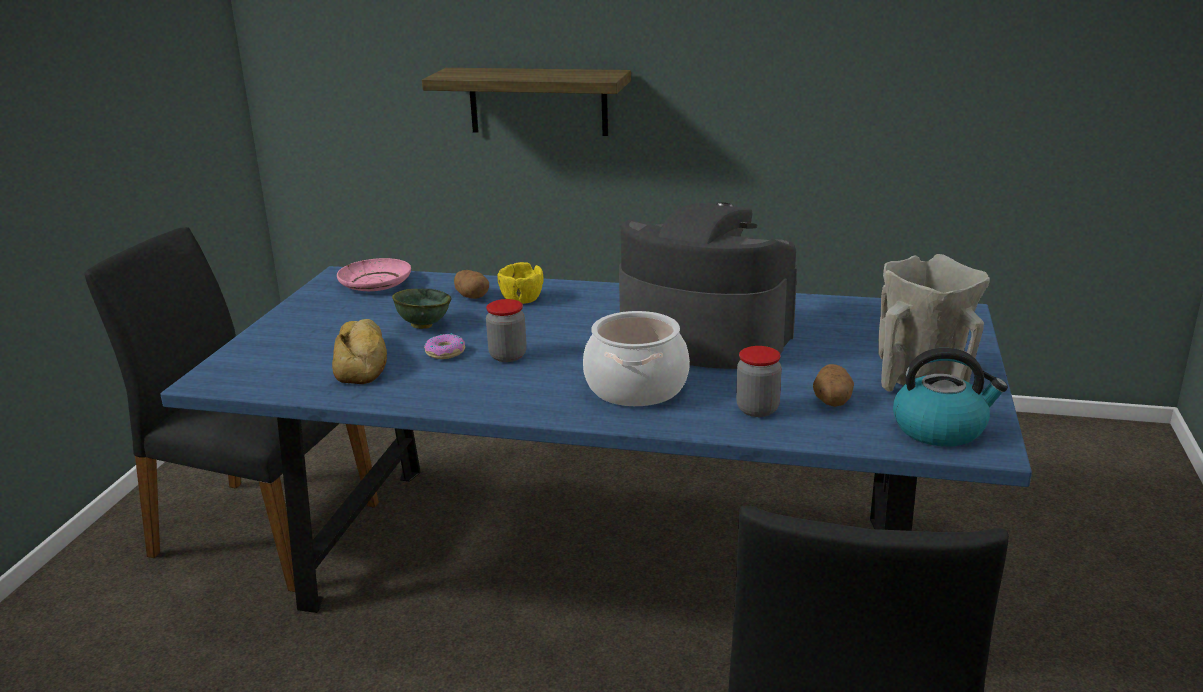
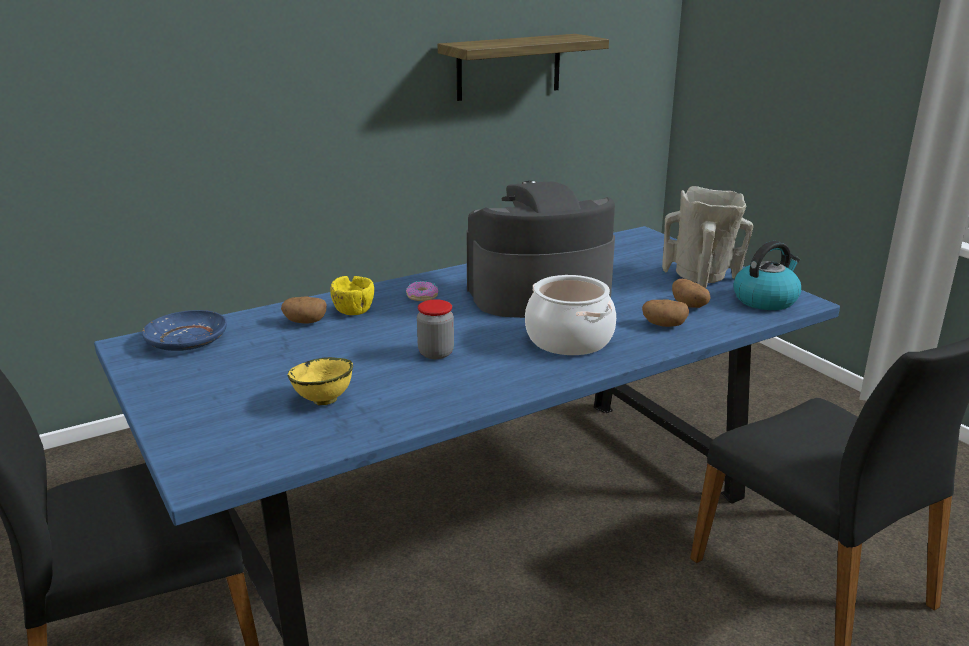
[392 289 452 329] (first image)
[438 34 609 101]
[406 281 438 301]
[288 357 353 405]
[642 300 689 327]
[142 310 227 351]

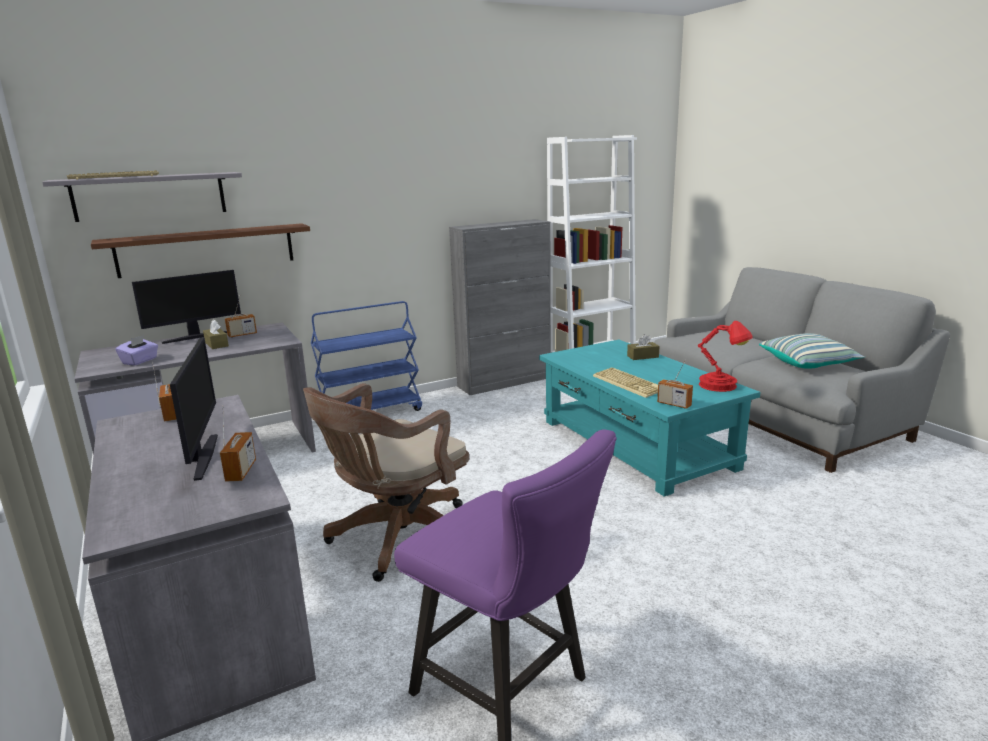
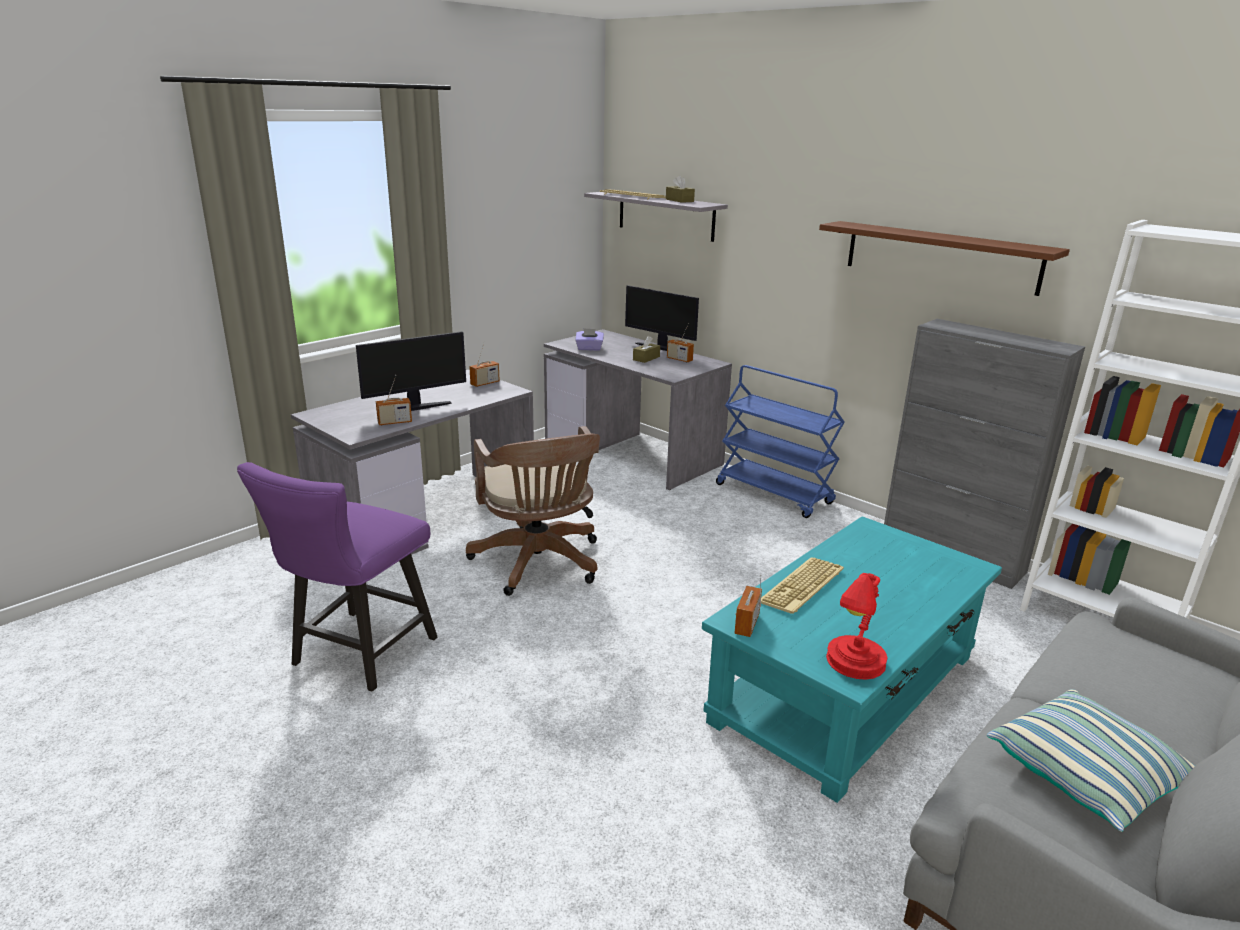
[819 221 1070 296]
[666 175 695 203]
[466 426 600 596]

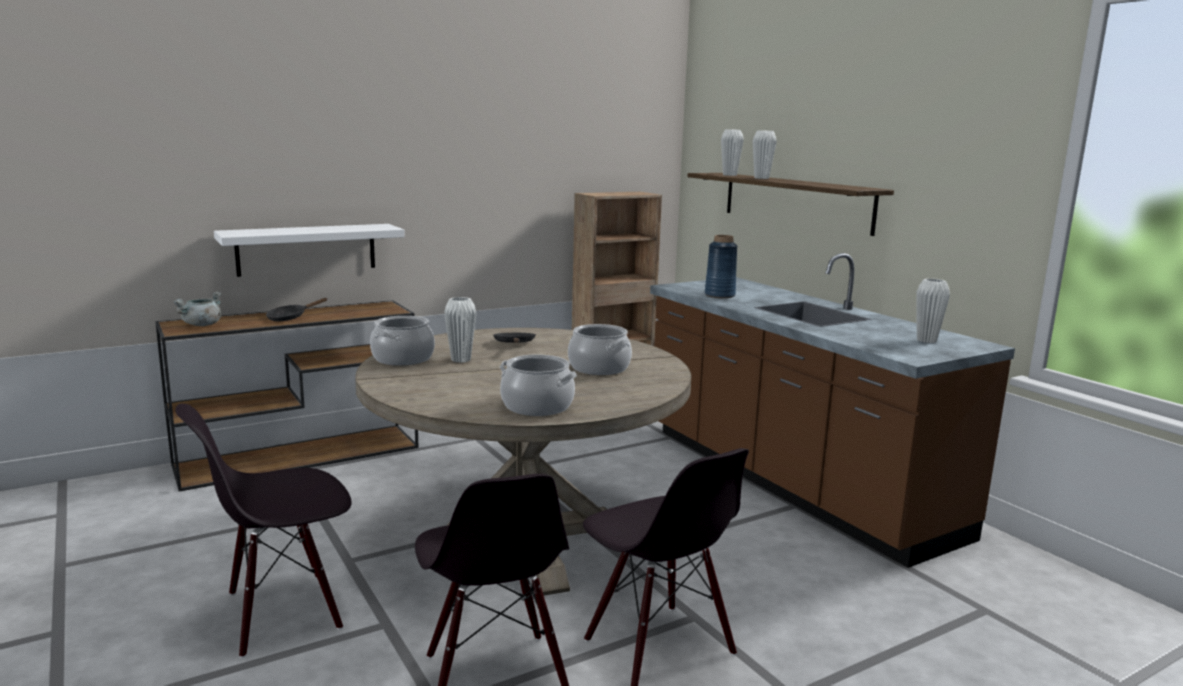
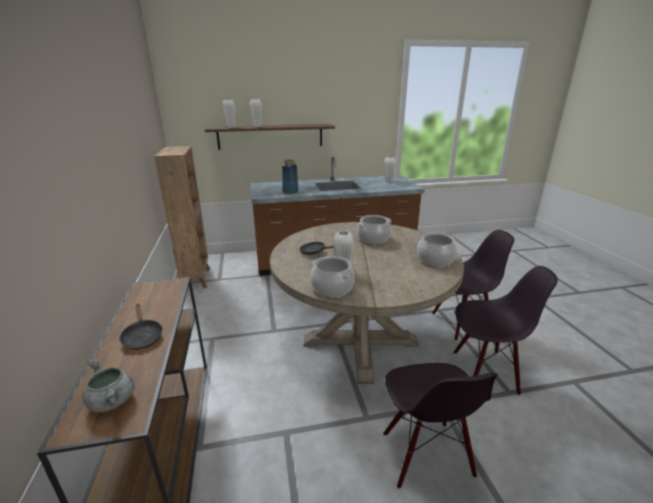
[214 224 405 277] (first image)

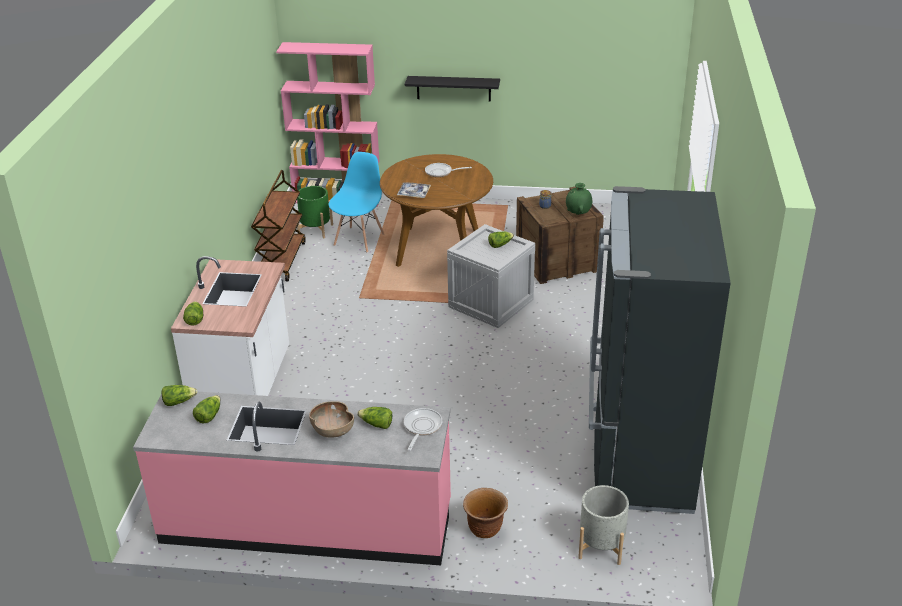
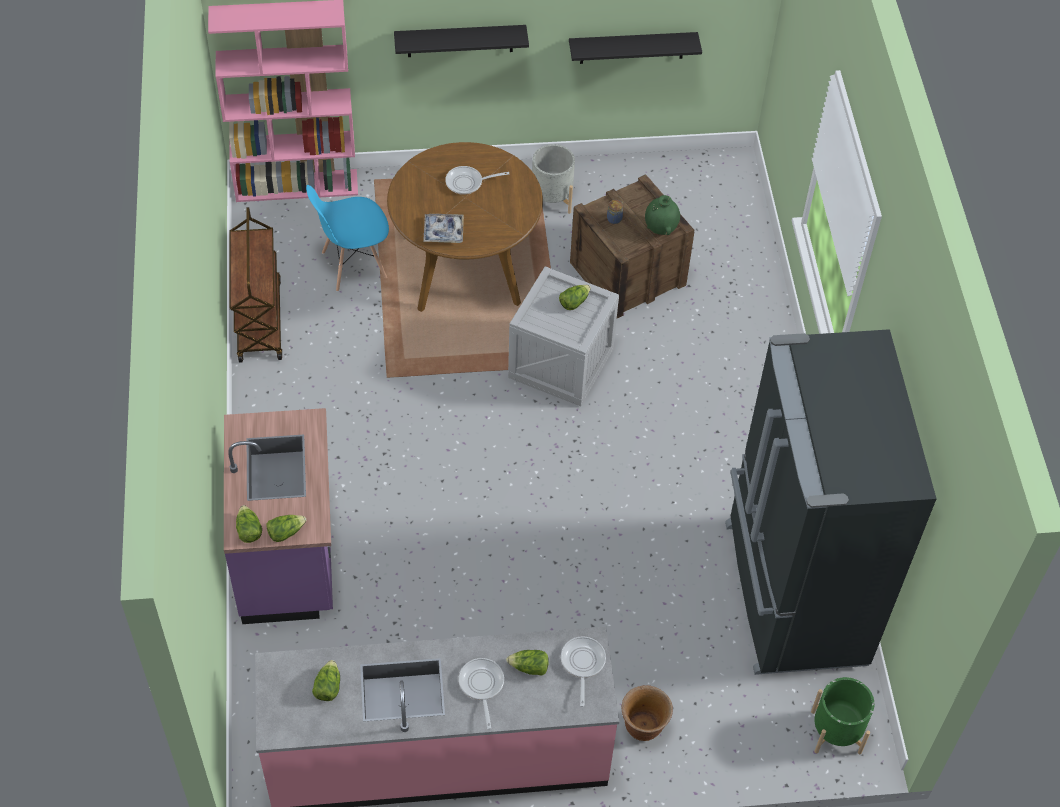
[569 32 702 64]
[266 515 306 542]
[811 677 875 754]
[532 144 575 214]
[459 658 504 729]
[224 408 333 624]
[306 185 389 292]

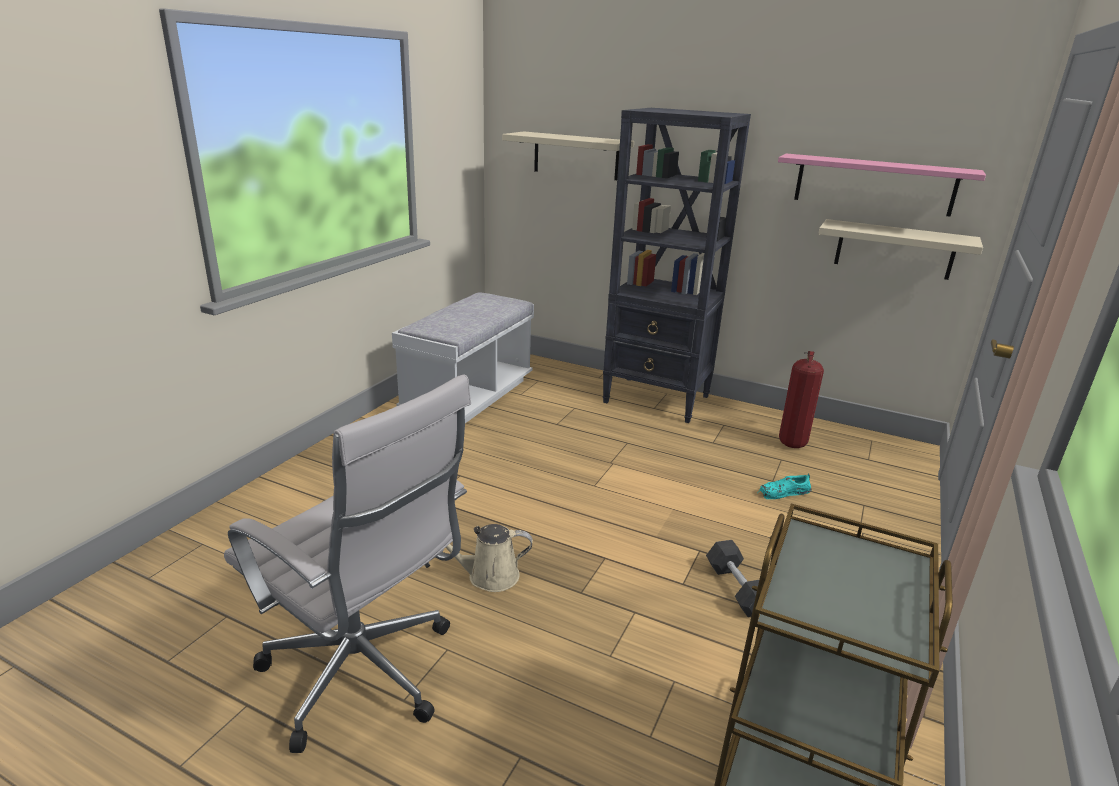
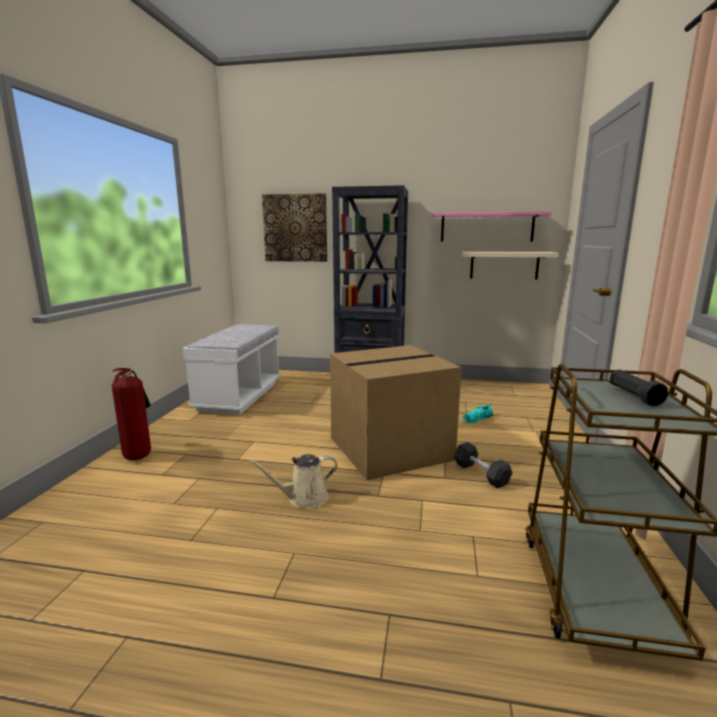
[224 374 471 753] (first image)
[330 345 462 480]
[609 370 668 407]
[112 368 151 460]
[262 193 327 262]

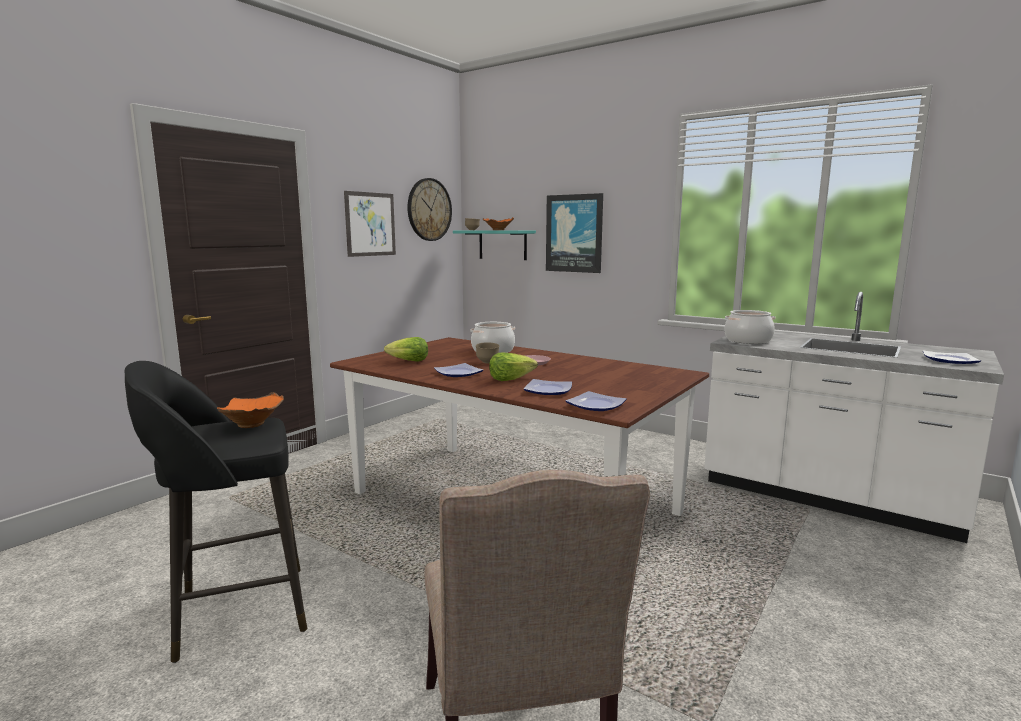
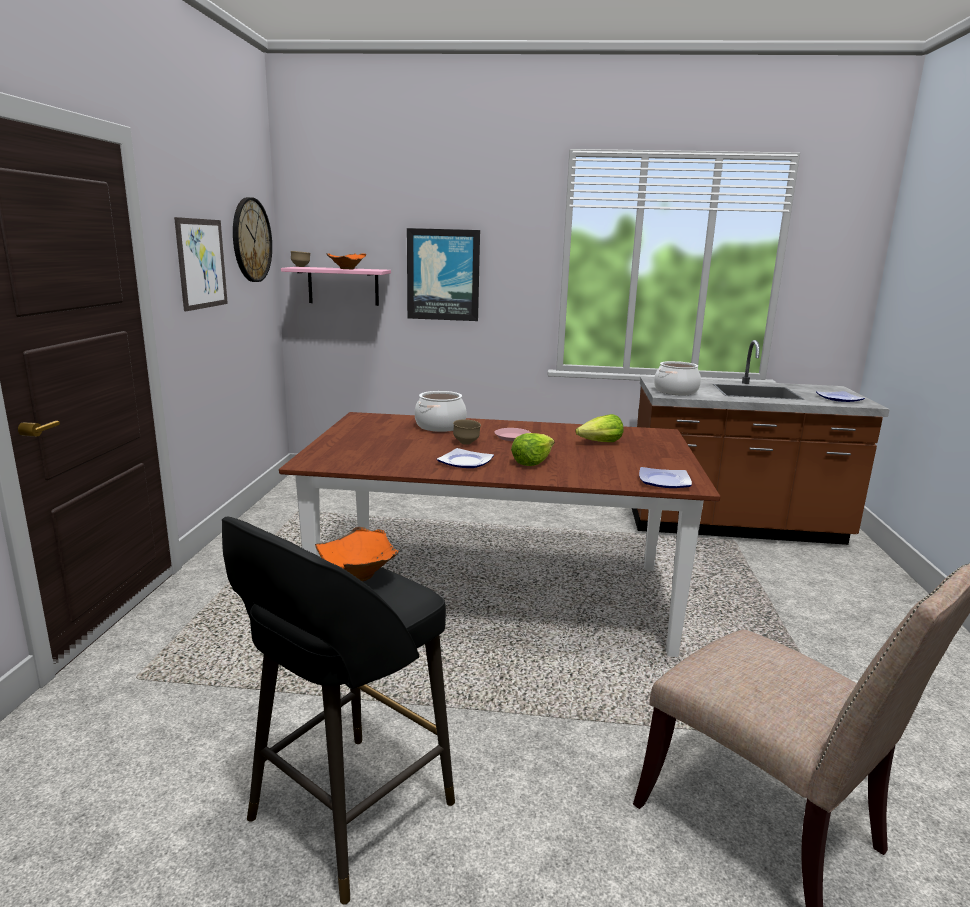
[524 379 572 395] (first image)
[576 414 623 442]
[281 267 391 306]
[632 340 890 545]

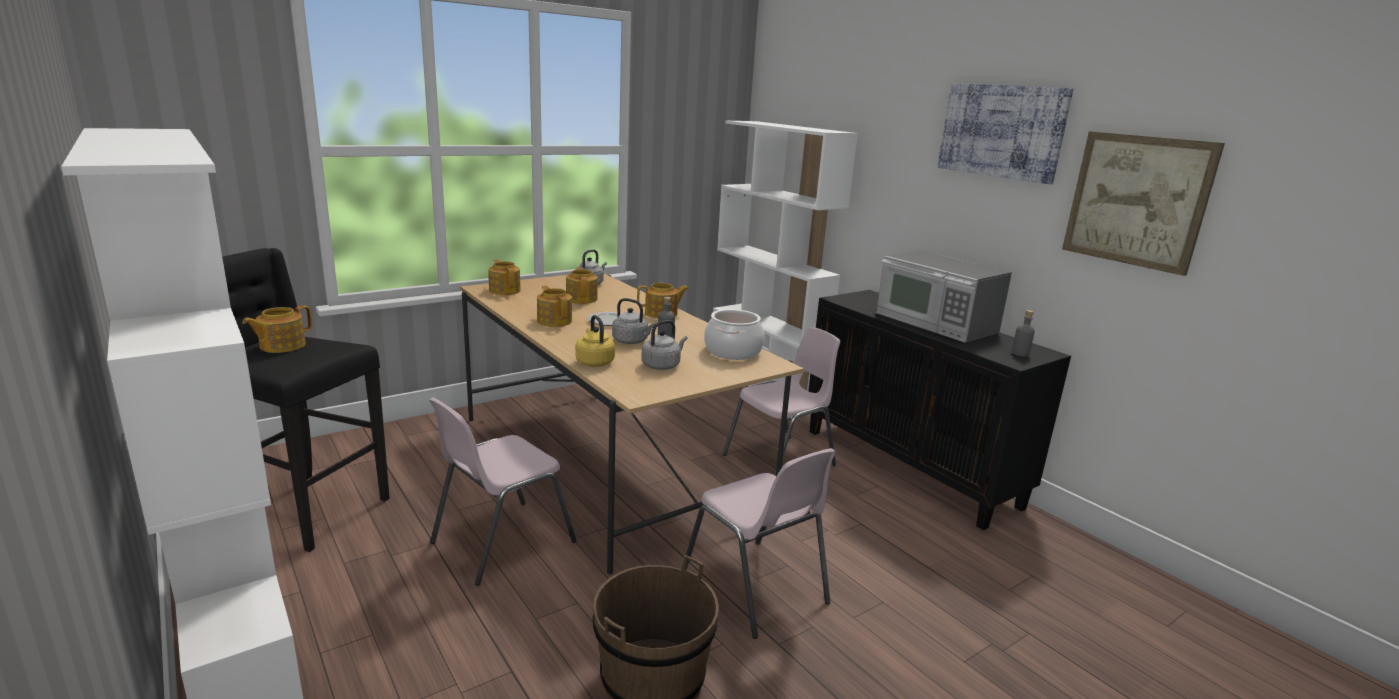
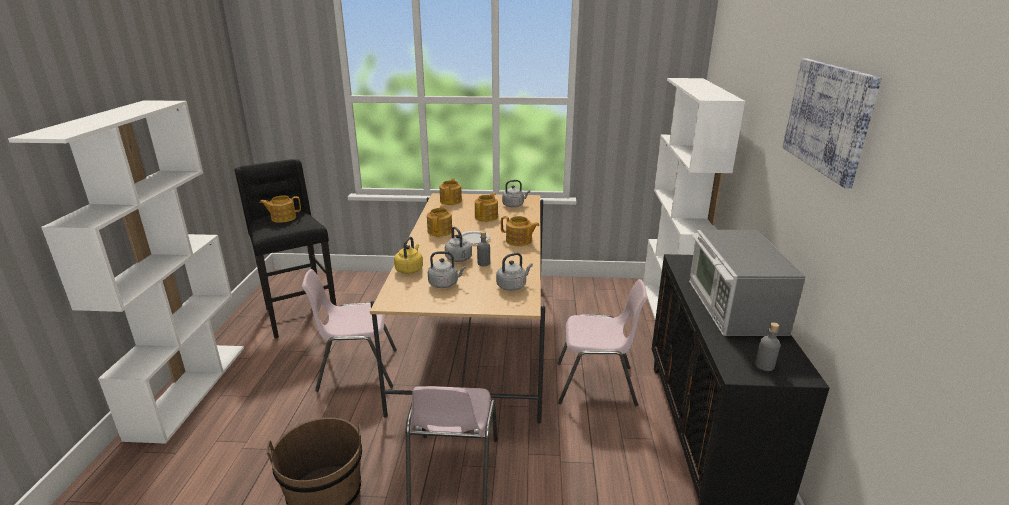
[1062 131 1225 276] (first image)
[496 253 533 291]

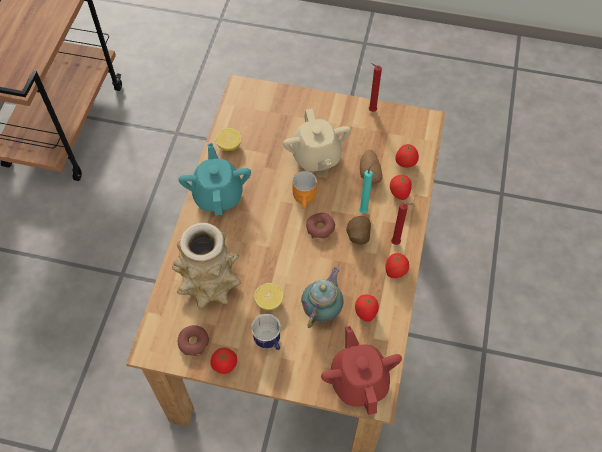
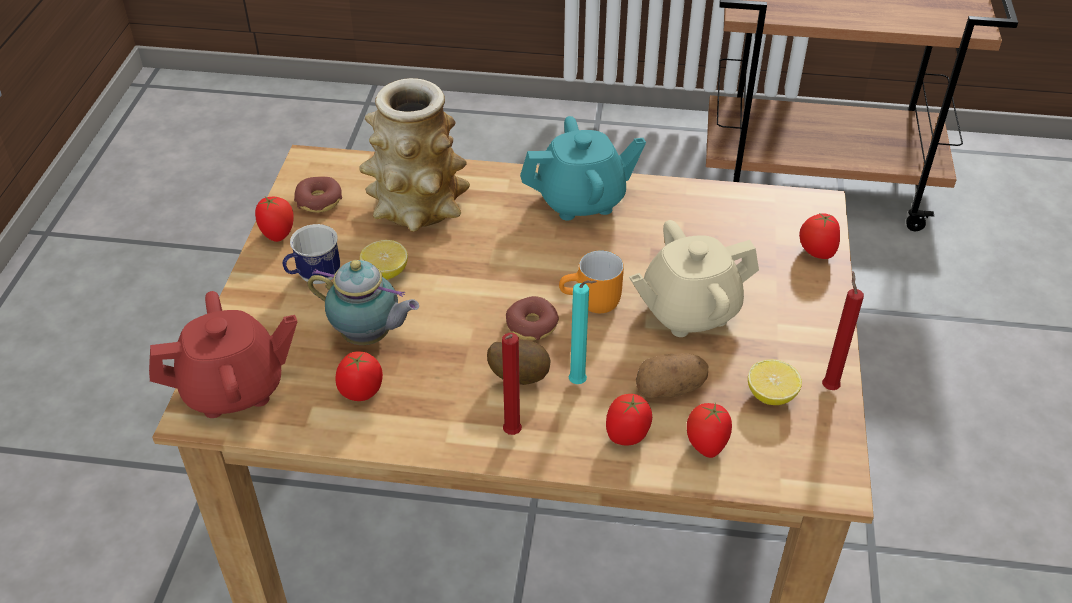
[748 359 802 405]
[799 213 840 259]

